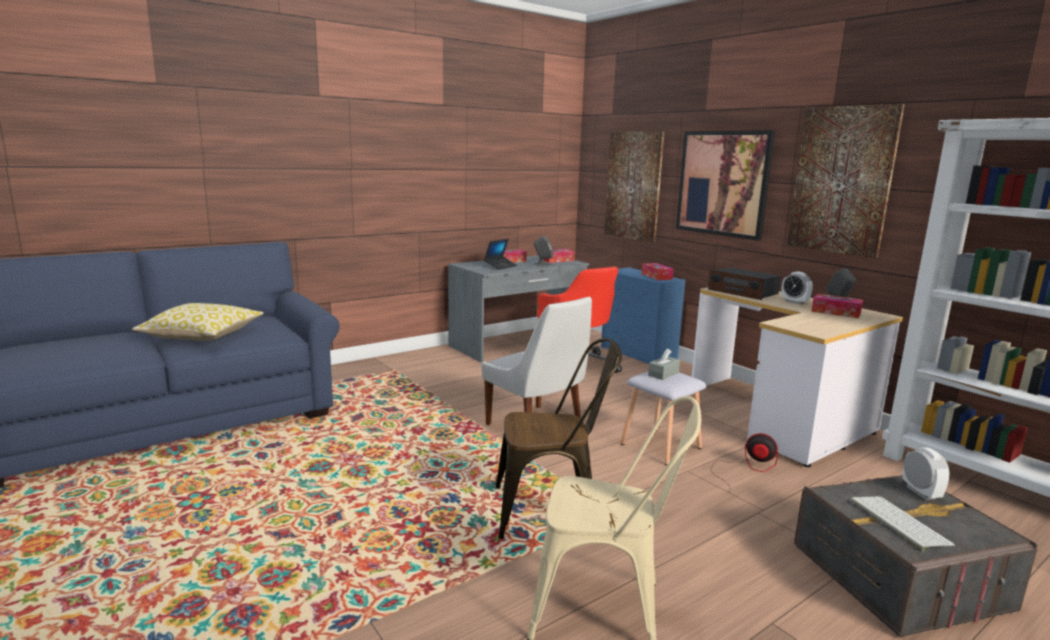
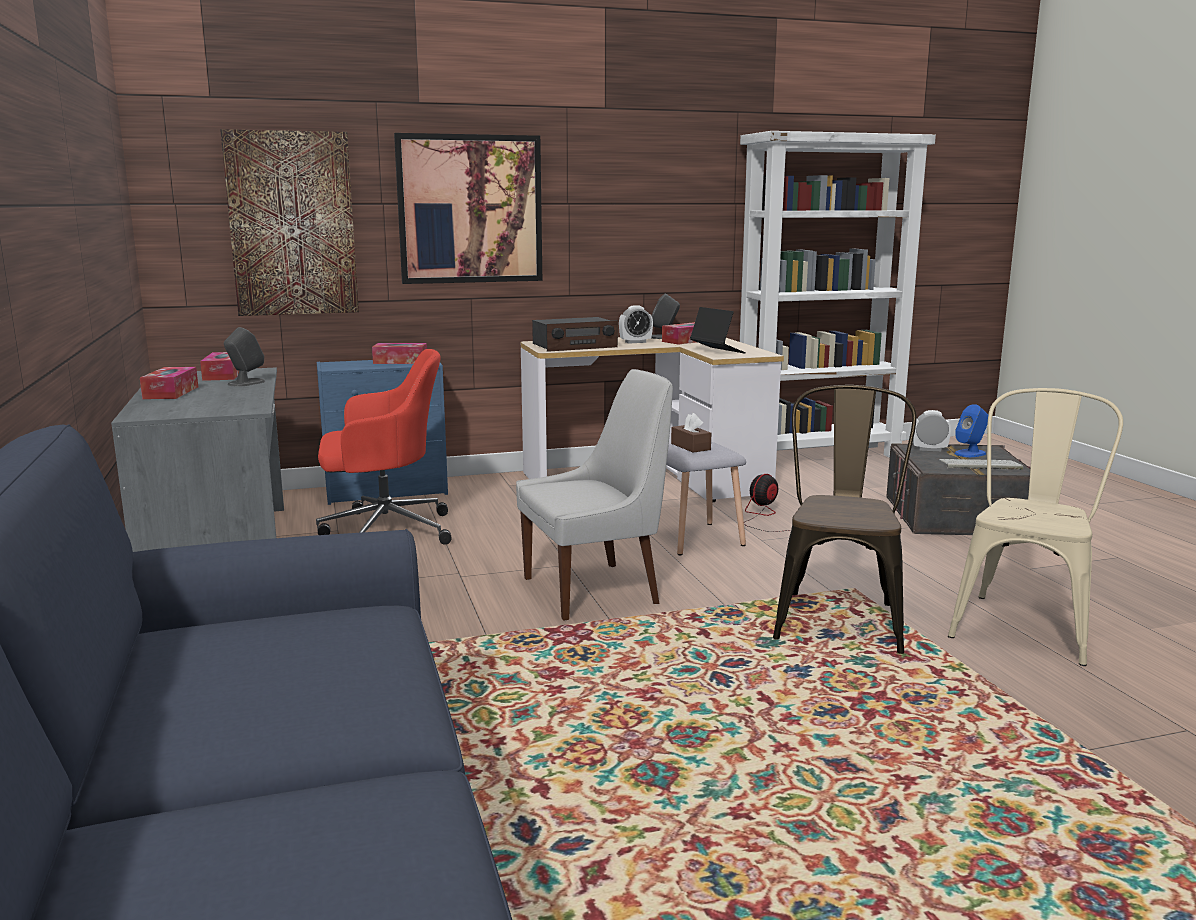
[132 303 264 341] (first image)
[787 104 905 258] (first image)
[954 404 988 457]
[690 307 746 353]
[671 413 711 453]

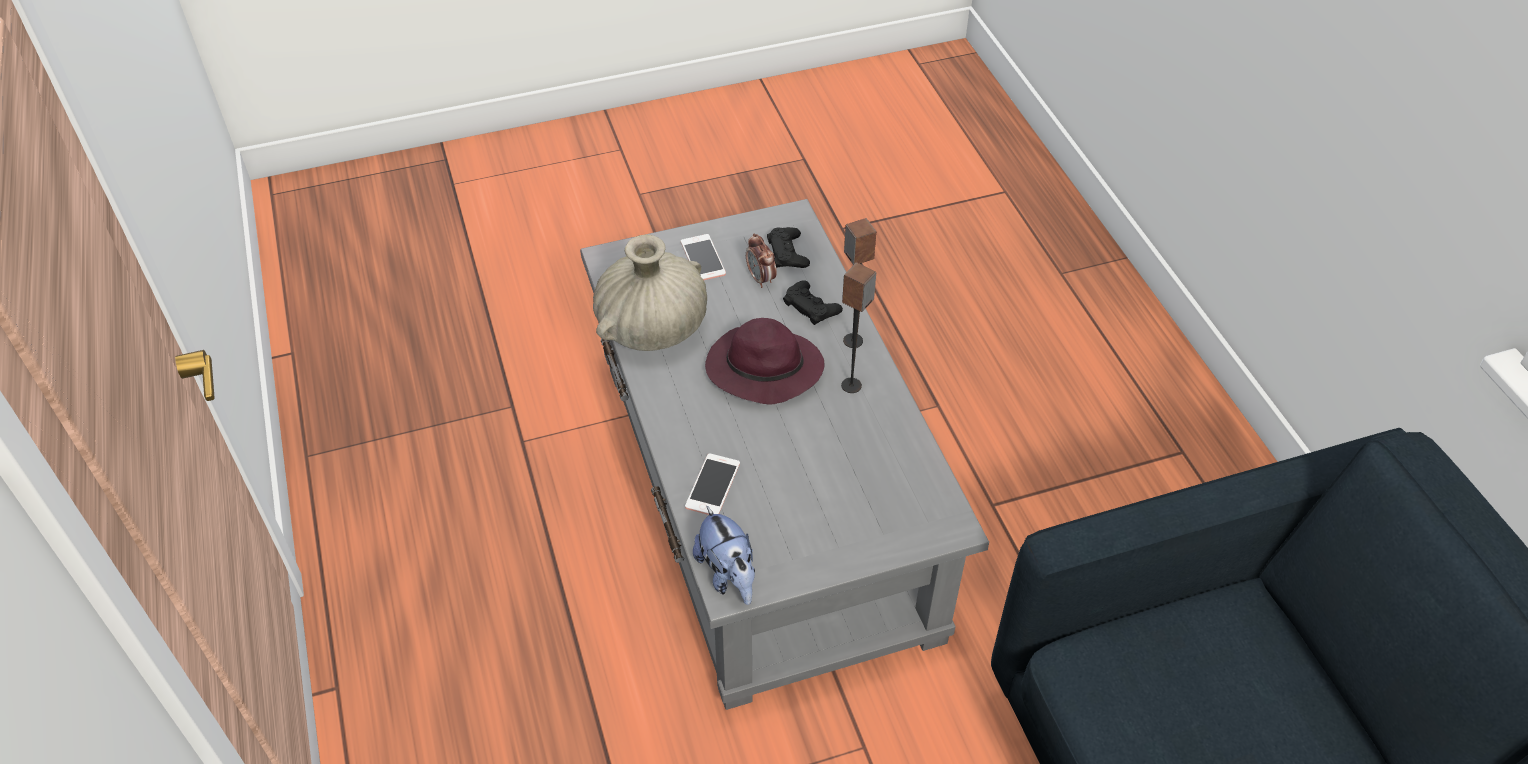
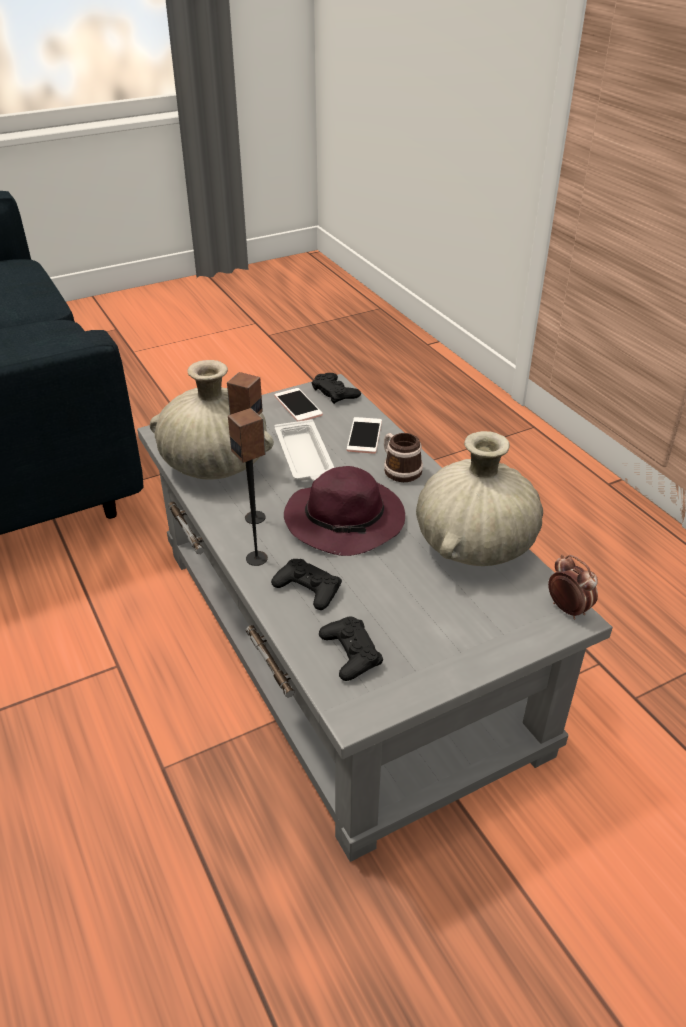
[150 360 274 479]
[274 419 334 481]
[384 433 423 482]
[274 388 323 421]
[548 555 598 619]
[311 373 361 404]

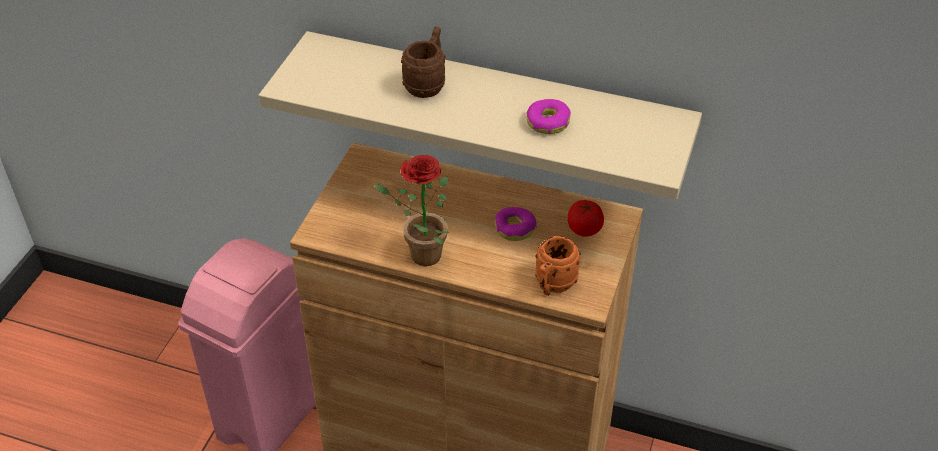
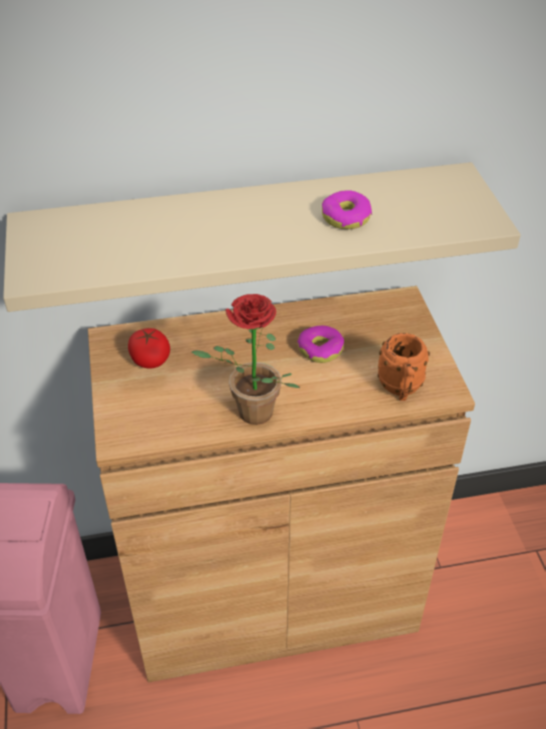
[401 27 446 98] (first image)
[128 328 170 369]

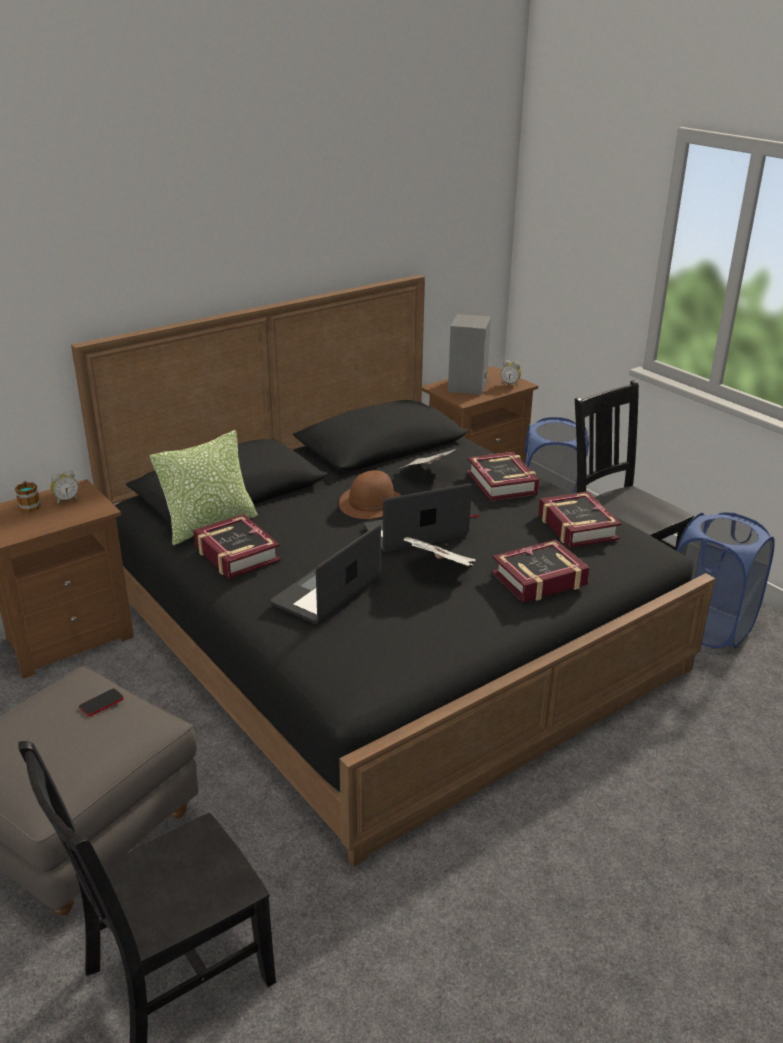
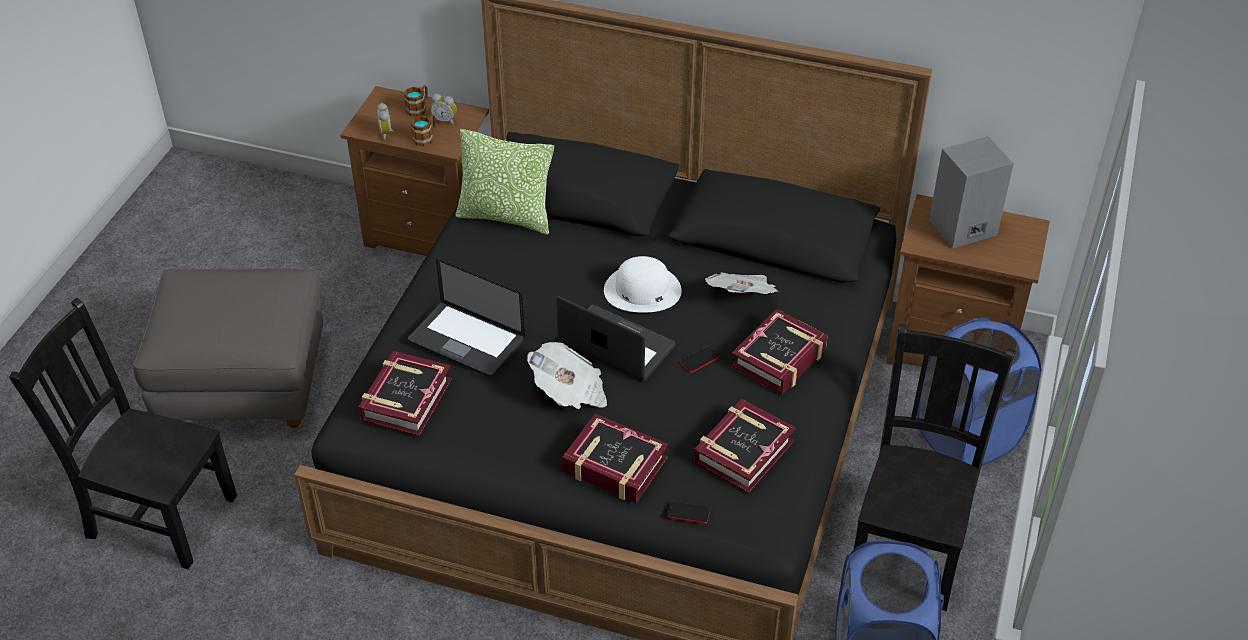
[411 114 436 147]
[668 502 710 524]
[358 351 452 437]
[377 103 394 140]
[604 256 682 312]
[408 259 525 378]

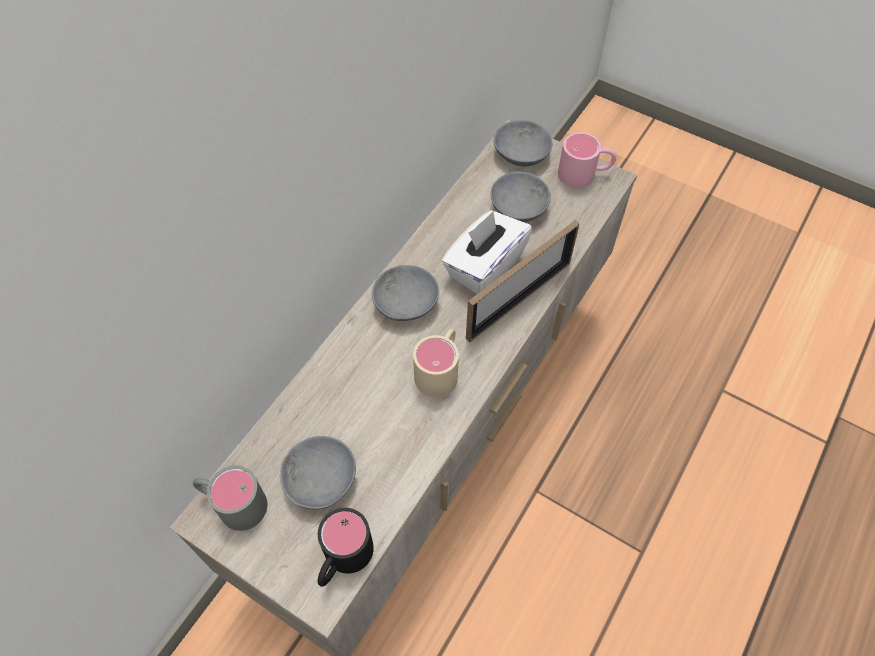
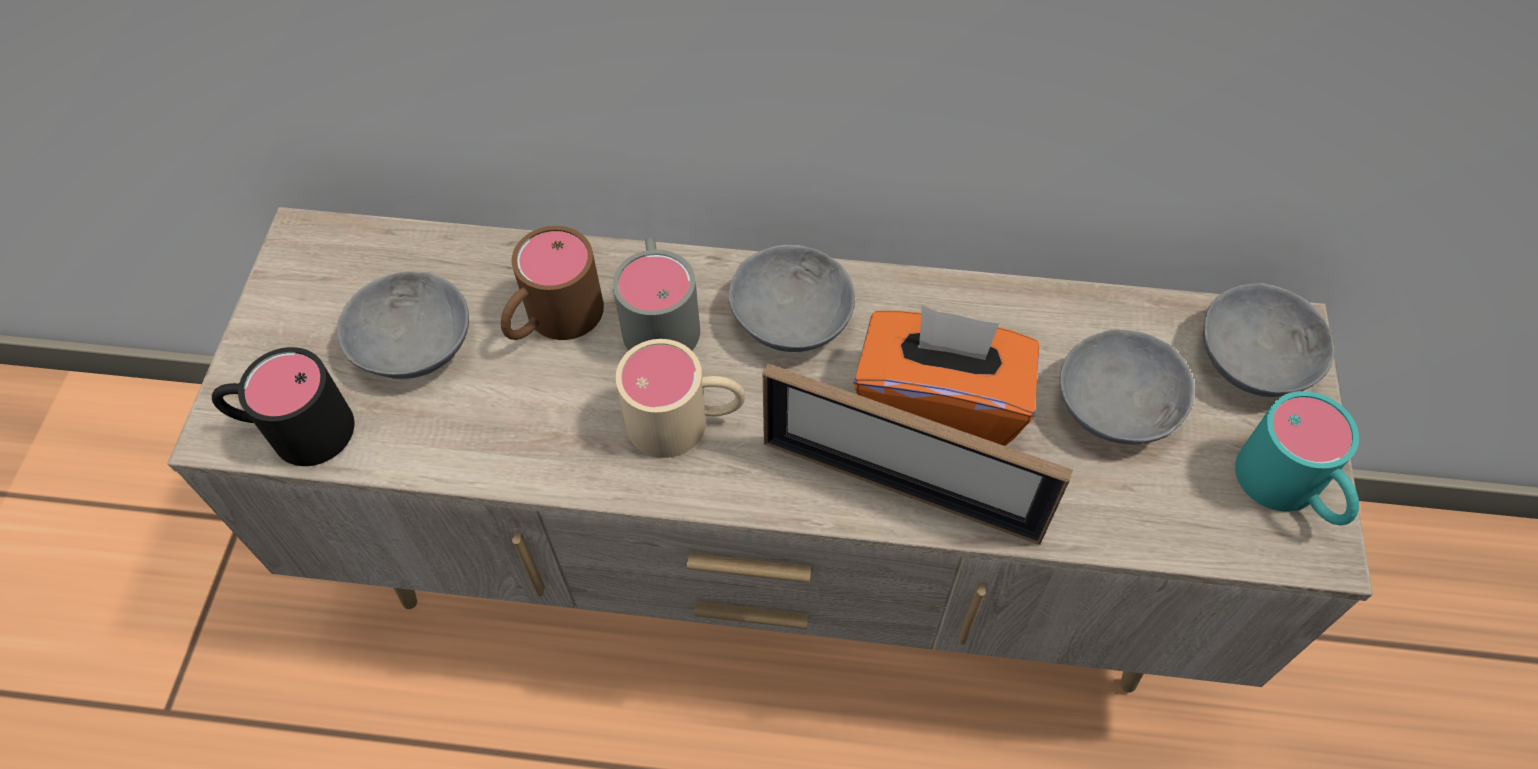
[501 226 604 340]
[613 236 700 351]
[853 305 1039 446]
[1235 391 1359 525]

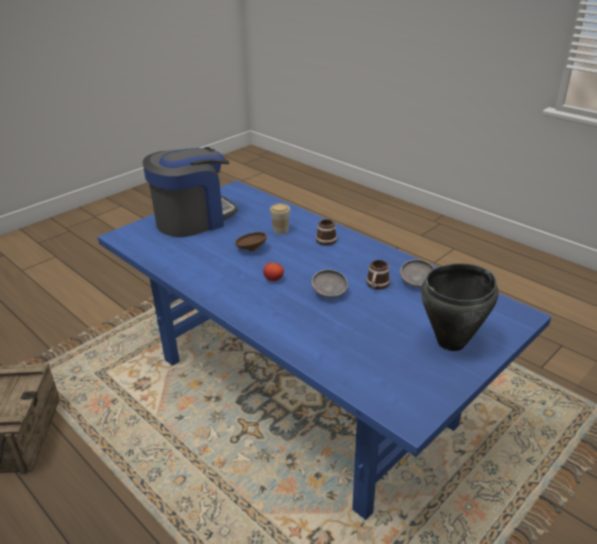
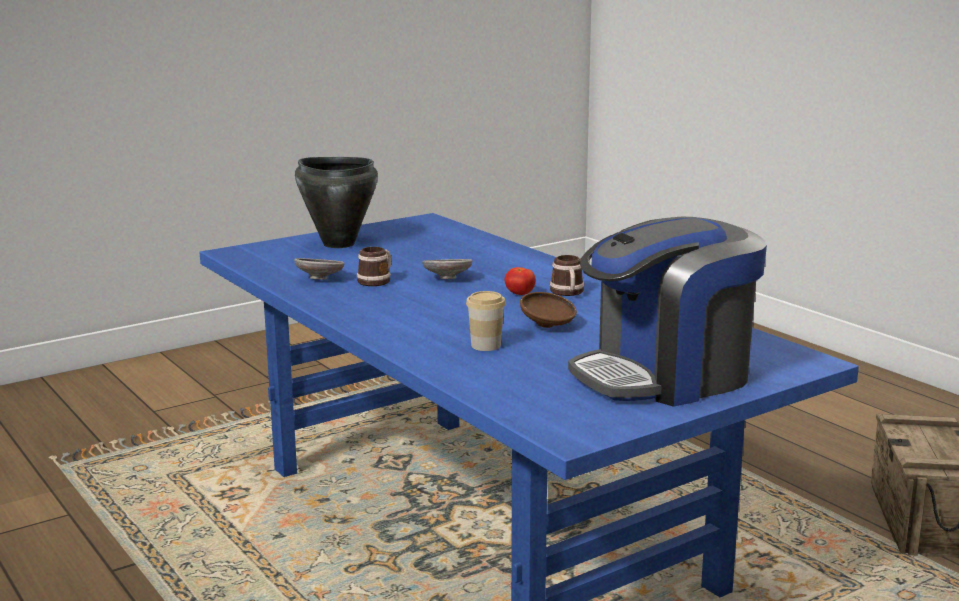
[550 255 584 296]

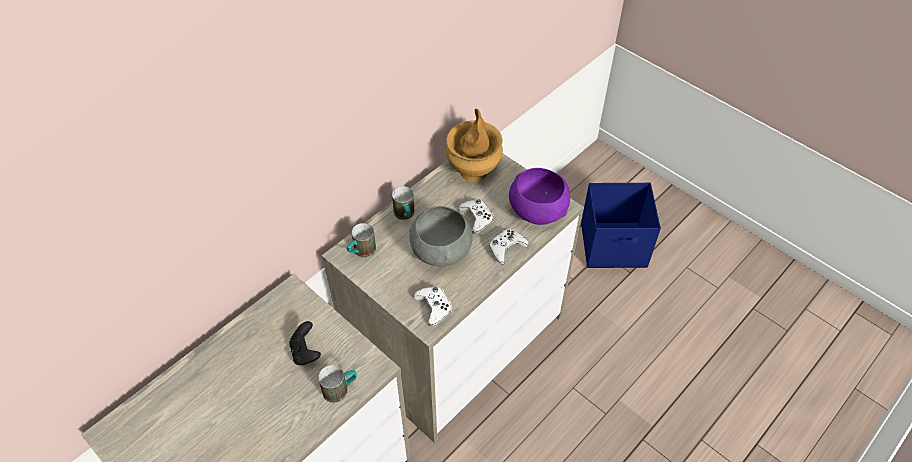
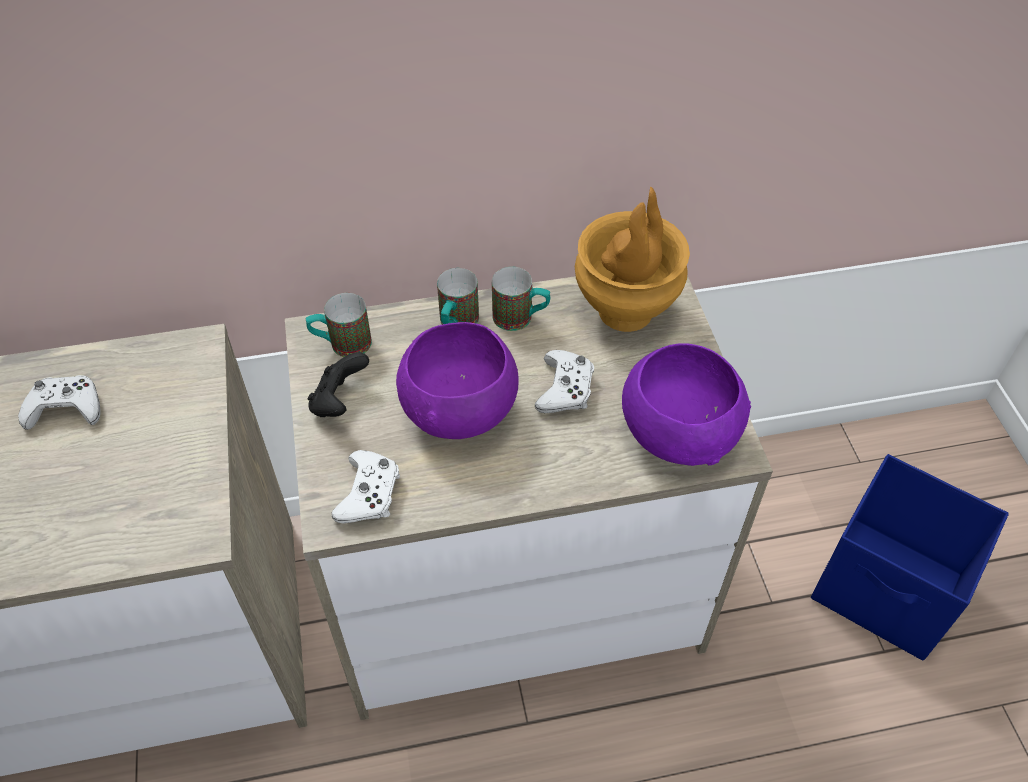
[308 352 369 417]
[492 267 550 331]
[18 375 101 430]
[396 322 519 439]

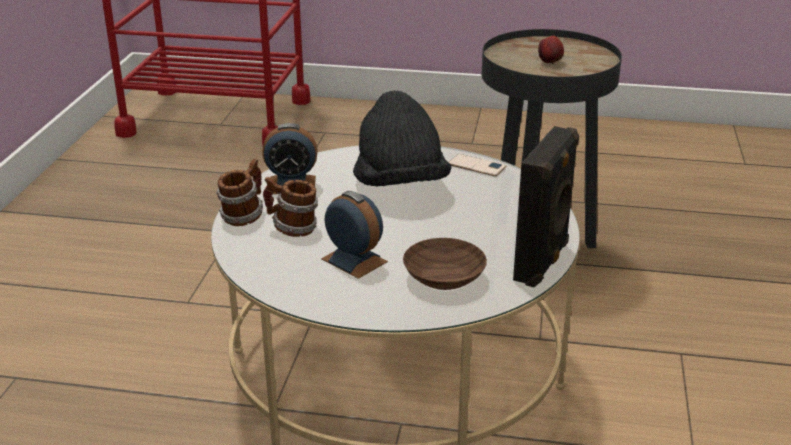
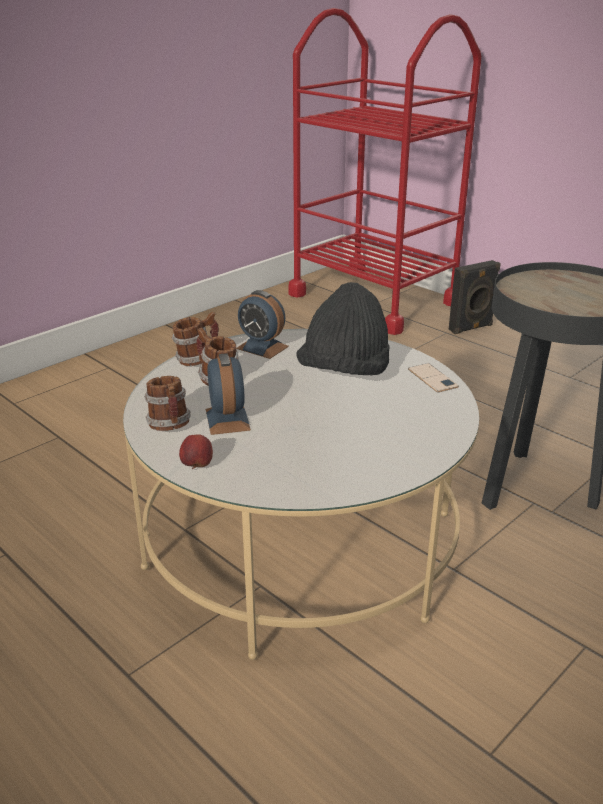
[403 238 487 290] (first image)
[144 376 191 431]
[448 260 501 334]
[179 434 213 469]

